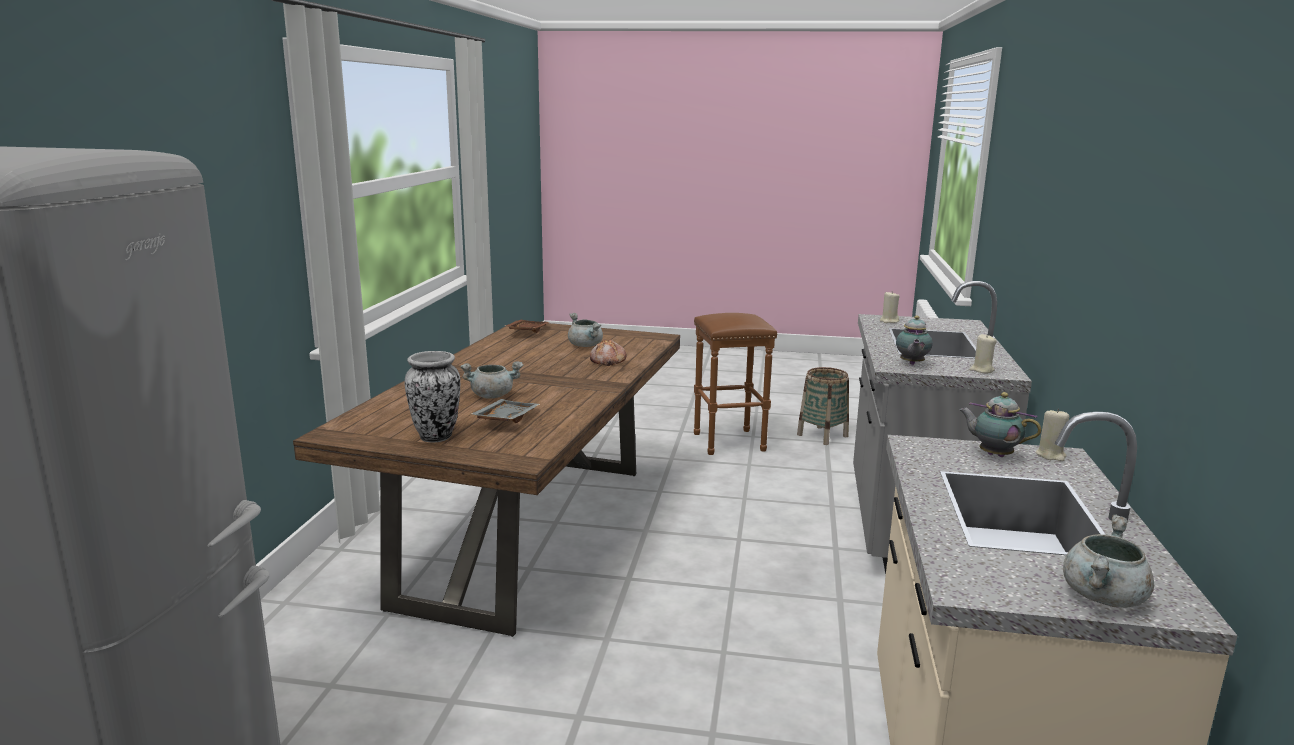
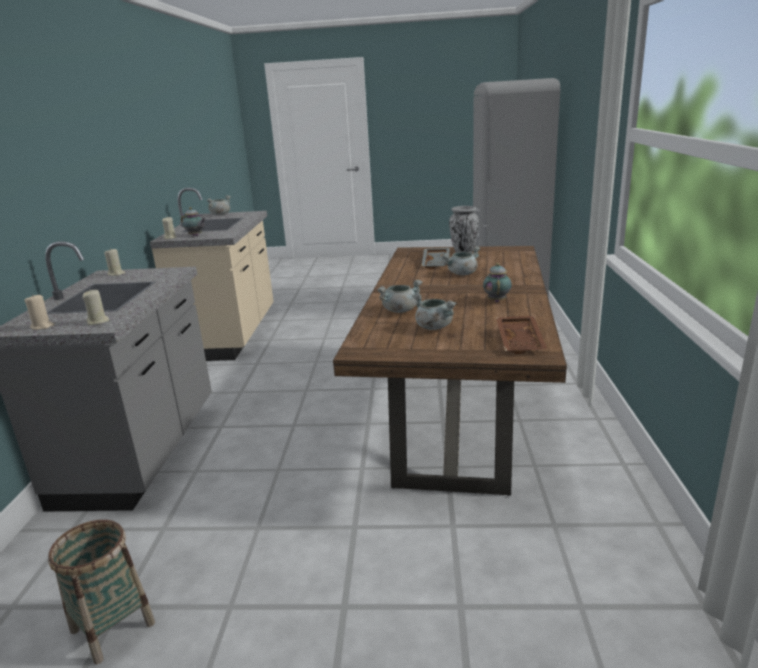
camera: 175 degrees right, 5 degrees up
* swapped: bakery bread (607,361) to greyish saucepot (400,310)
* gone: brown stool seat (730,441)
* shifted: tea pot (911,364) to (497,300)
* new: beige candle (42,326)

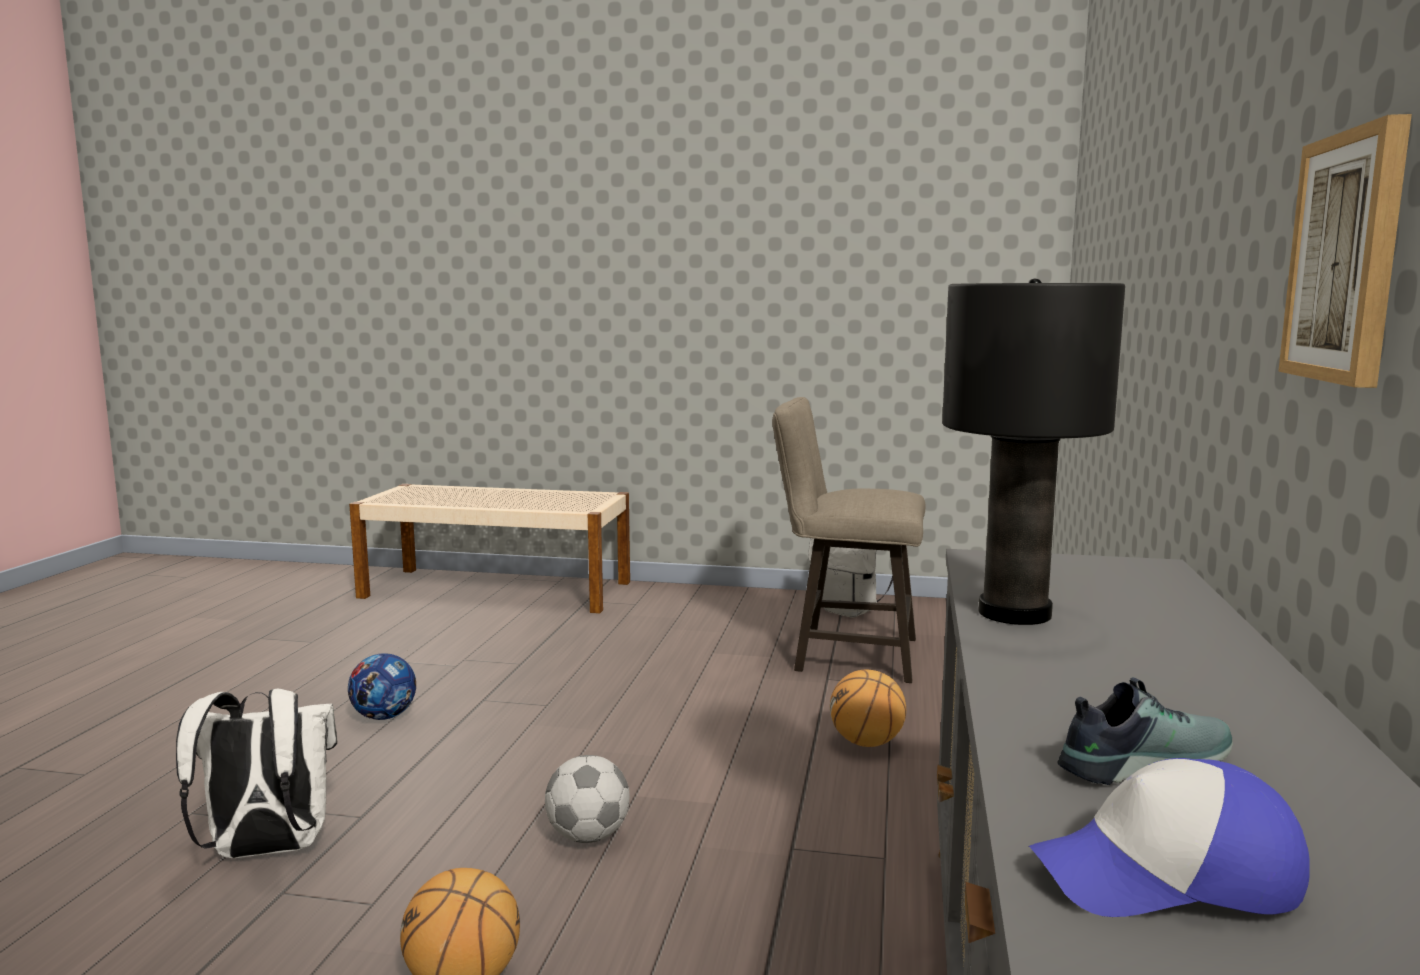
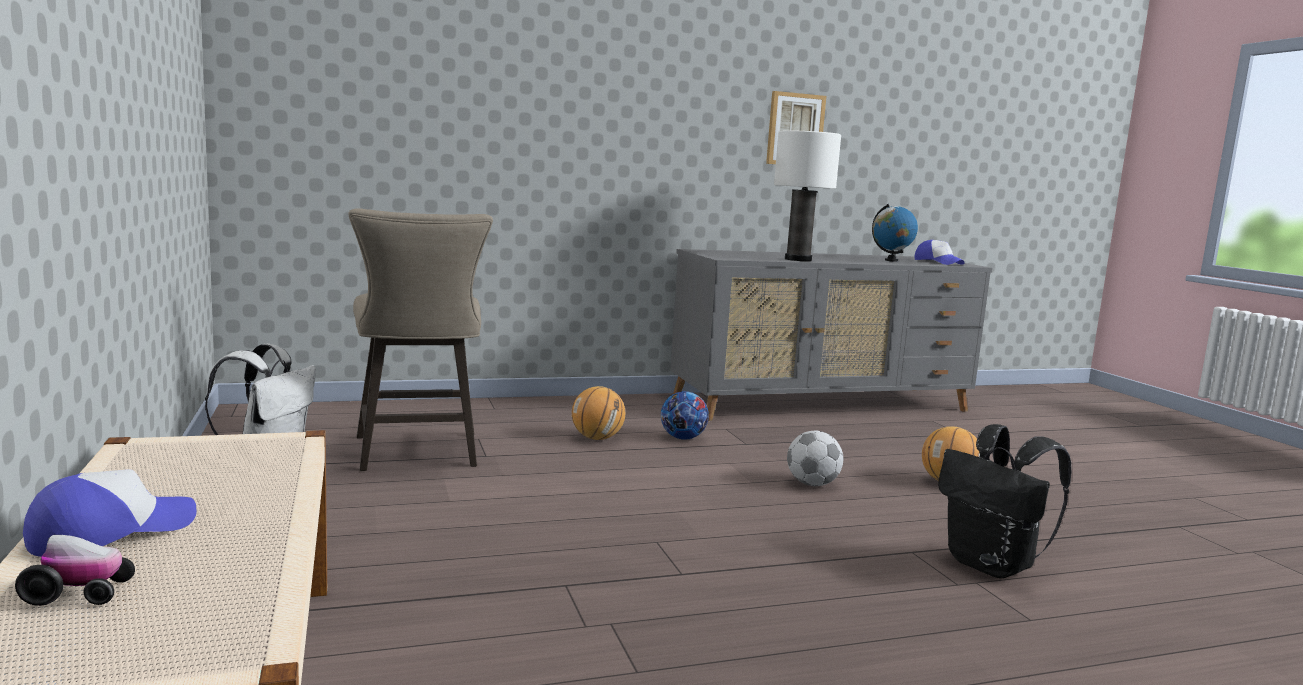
camera: 120 degrees left, 0 degrees up
* repainted: whitish backpack (266,851) to black backpack (992,566)
* shifted: ball for football (384,717) to (683,438)
* repainted: black lamp for a table (1015,613) to whitish lamp for a table (797,259)
* swapped: shoe (1140,760) to world globe (891,260)
* new: miniature car (79,593)
* new: cap (111,532)

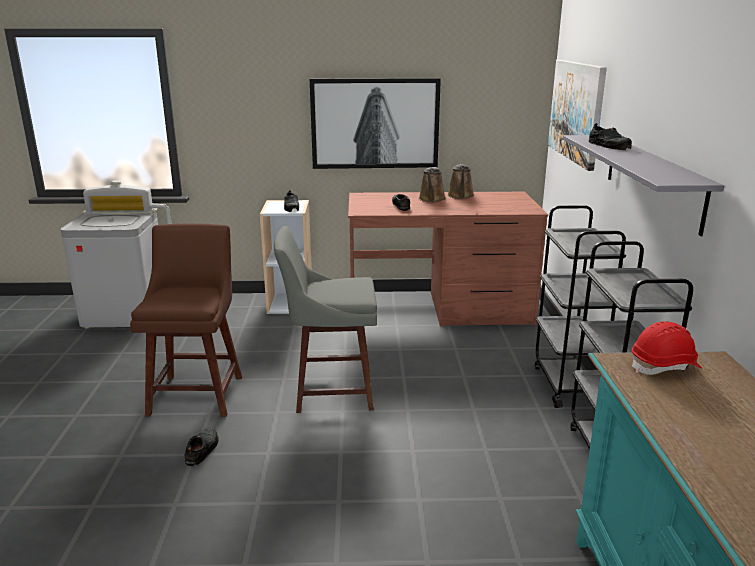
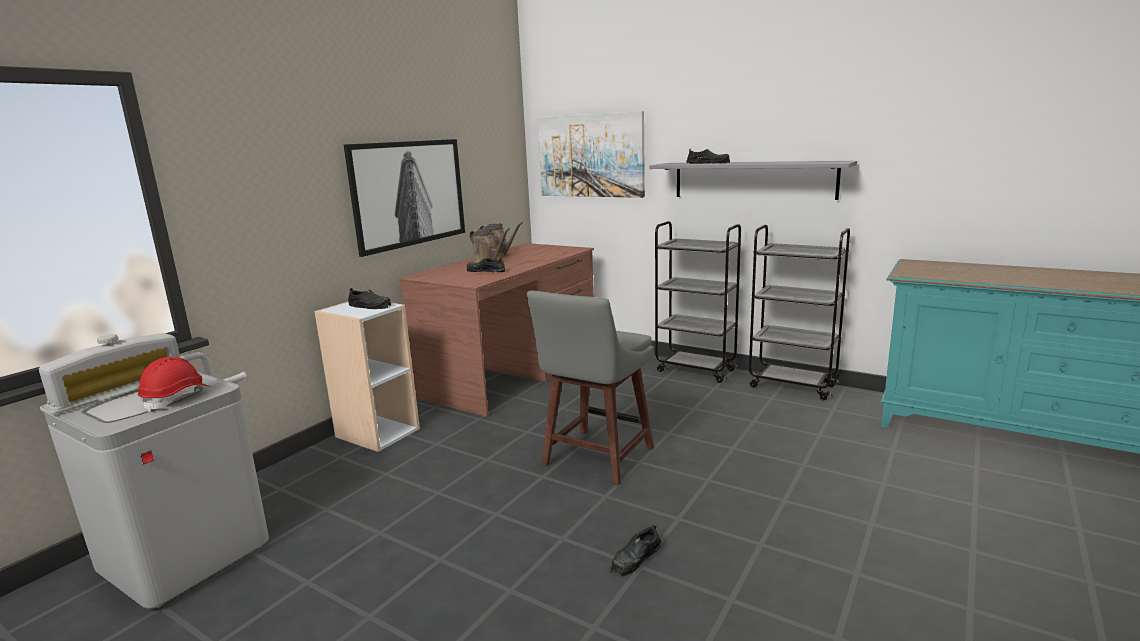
camera: 55 degrees left, 5 degrees down
* gone: brown stool seat (198,393)
* rotated: black shoe (202,449) = (635,558) 90 degrees counterclockwise
* shifted: red-coloured safety helmet (665,366) to (177,398)

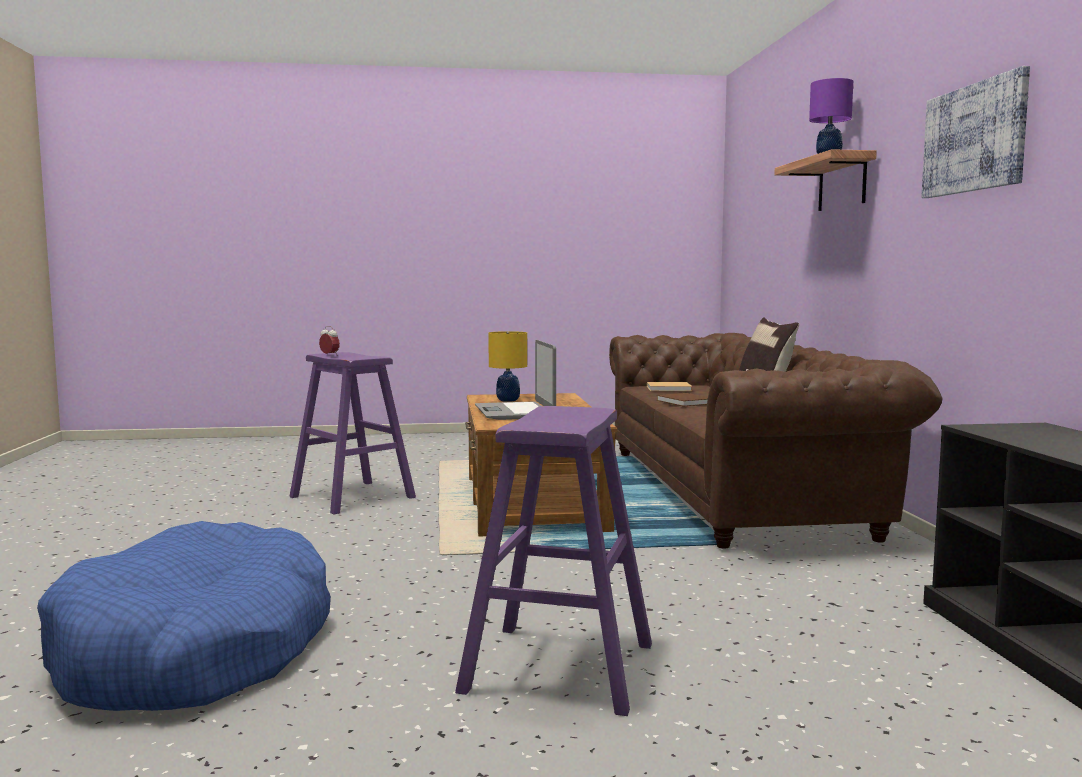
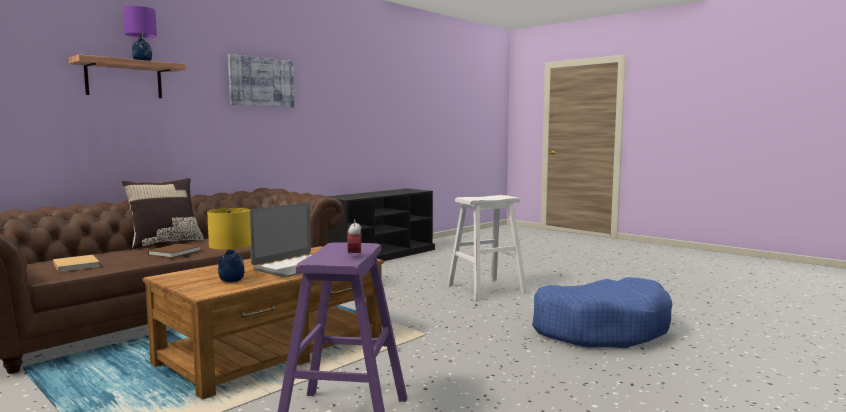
camera: 130 degrees left, 0 degrees up
* repainted: purple-coloured stool seat (559,667) to whitish stool seat (486,289)

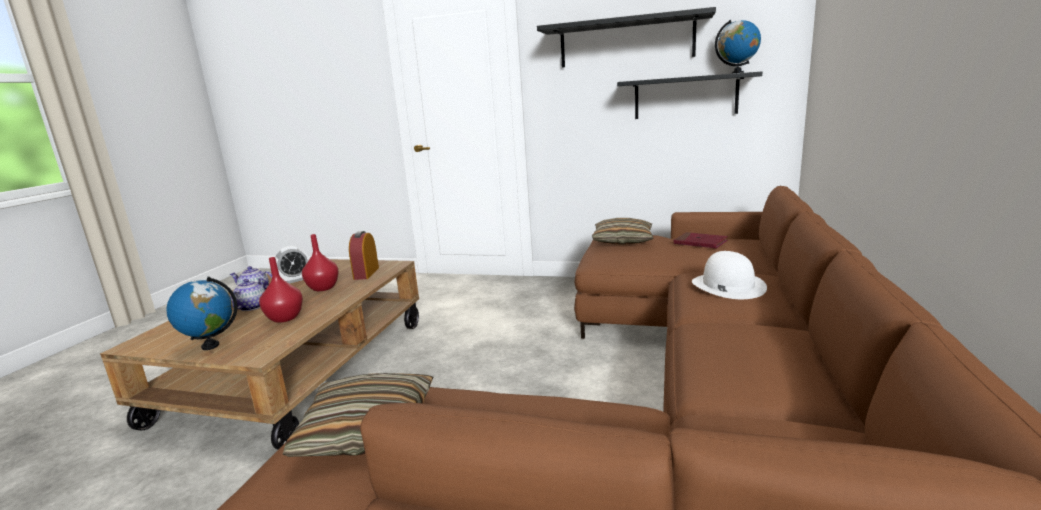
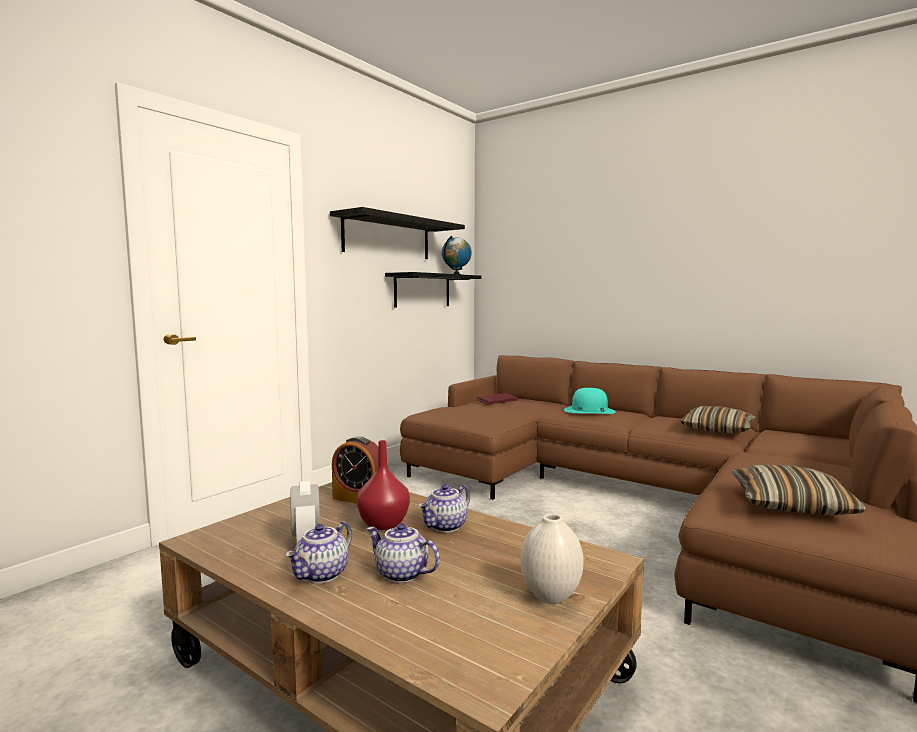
camera: 70 degrees left, 10 degrees down
* swapped: world globe (210,346) to whitish vase (550,597)
* gone: red-coloured vase (284,318)
* shifted: throw pillow (622,240) to (717,430)
* repainted: whitish wearable hat (727,285) to turquoise wearable hat (589,410)
* new: tea pot (446,527)

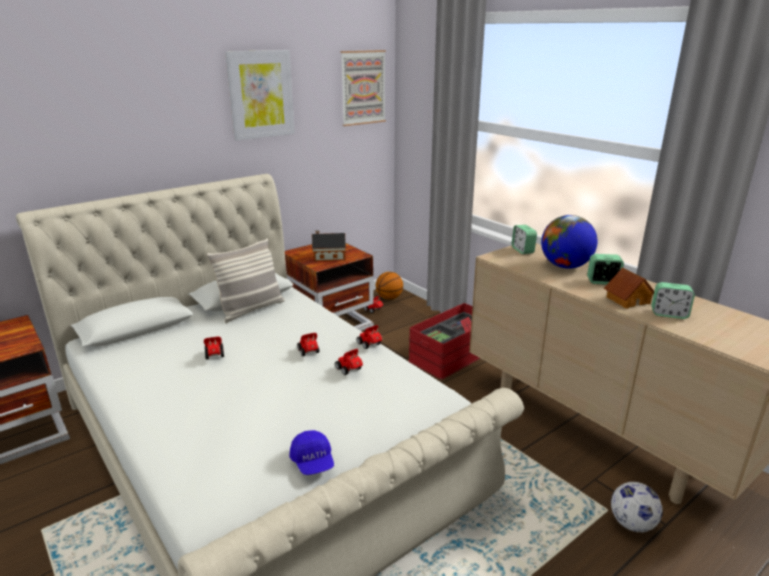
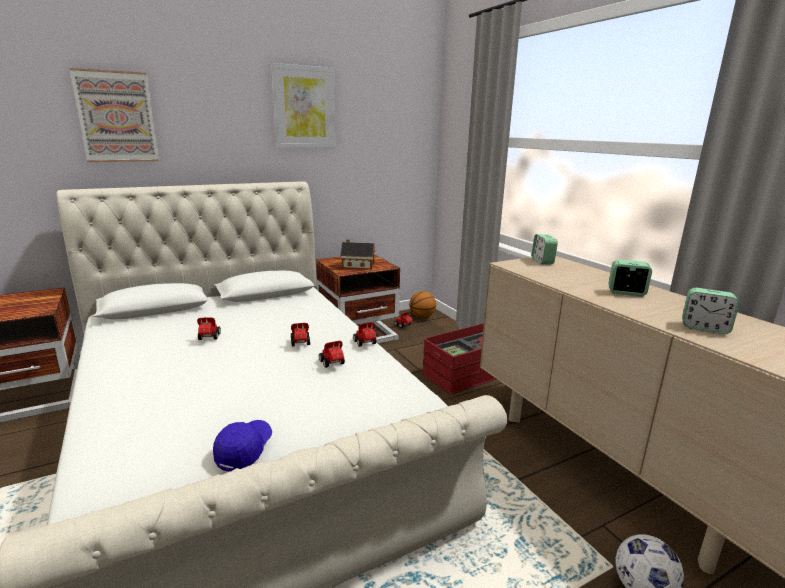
camera: 10 degrees right, 5 degrees down
* gone: throw pillow (251,309)
* rotated: blue-coloured cap (313,462) = (244,450) 150 degrees counterclockwise
* shifted: wall picture (363,87) to (117,117)
* gone: world globe (565,266)
* gone: miniature house (627,300)

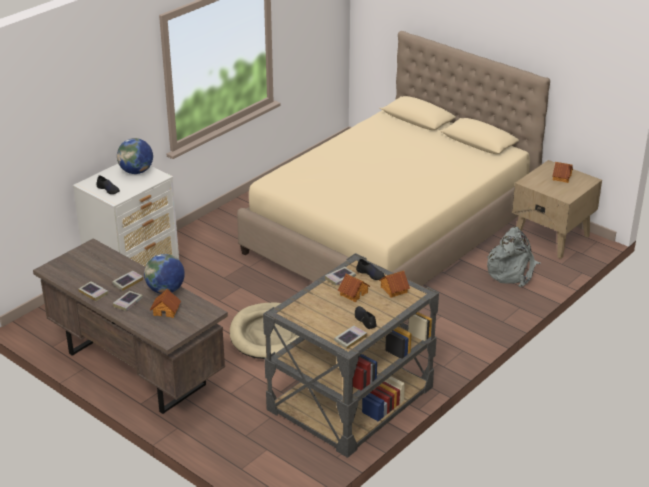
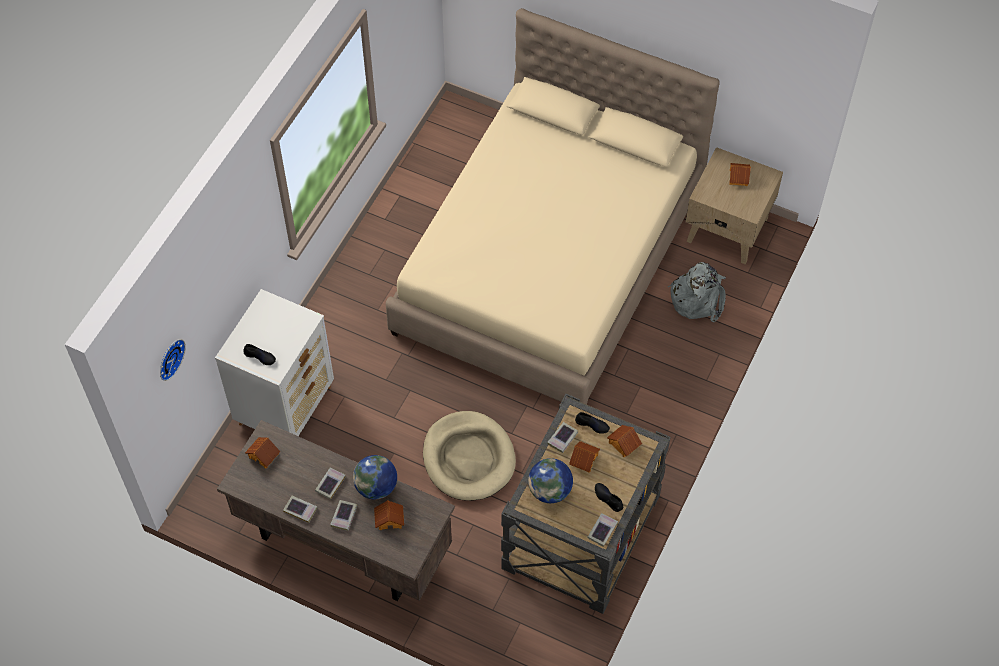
camera: 15 degrees left, 25 degrees up
* shifted: world globe (136,171) to (550,490)
* new: hanging clock (169,358)
* new: miniature house (264,455)

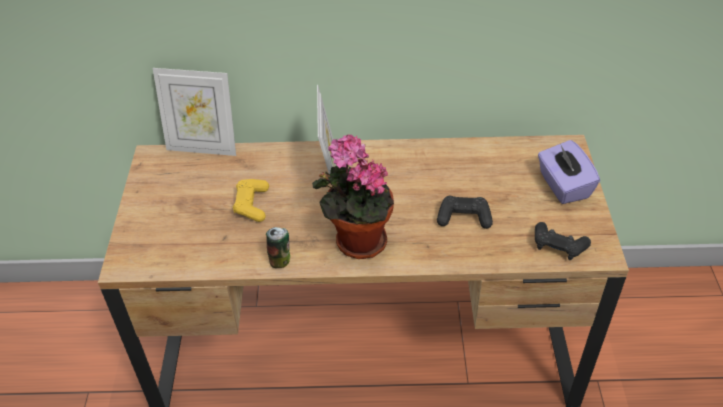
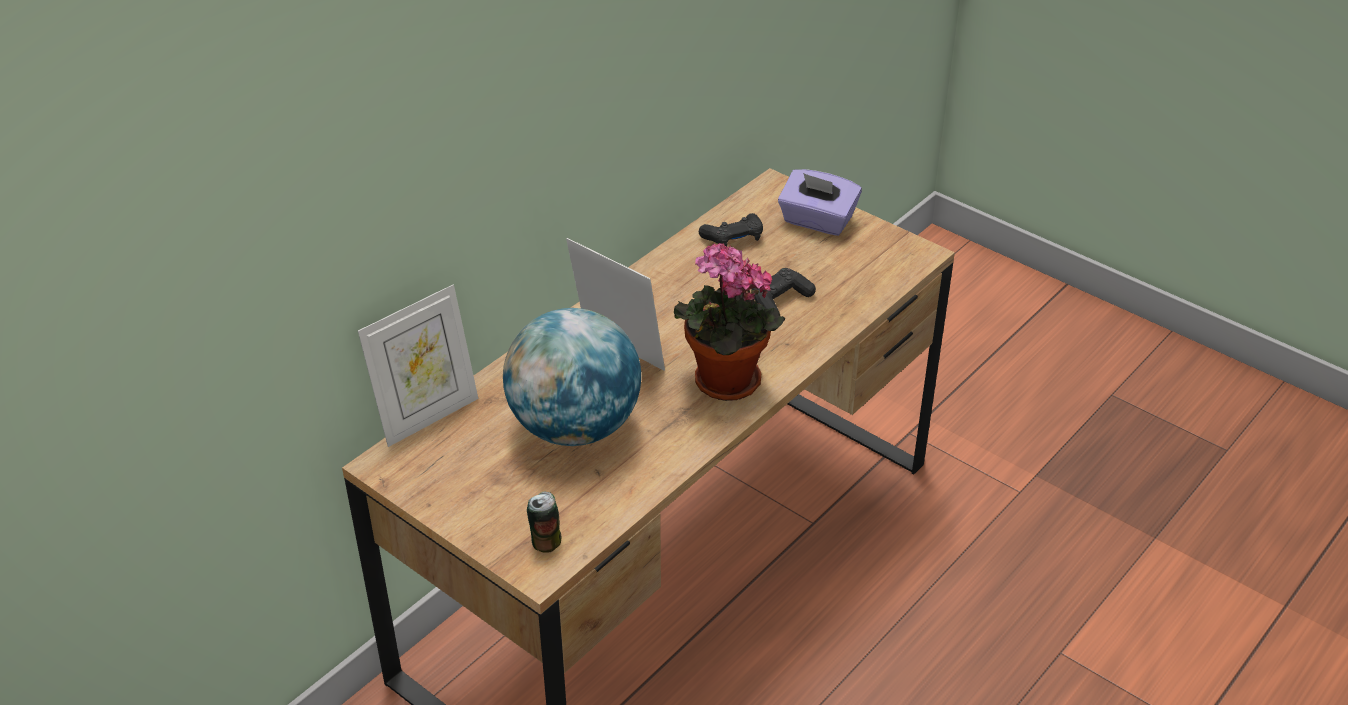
camera: 50 degrees left, 5 degrees down
* swapped: yellow game controller (252,205) to world globe (574,427)
* shifted: can (280,260) to (546,541)
* shifted: black game controller (558,246) to (733,238)

